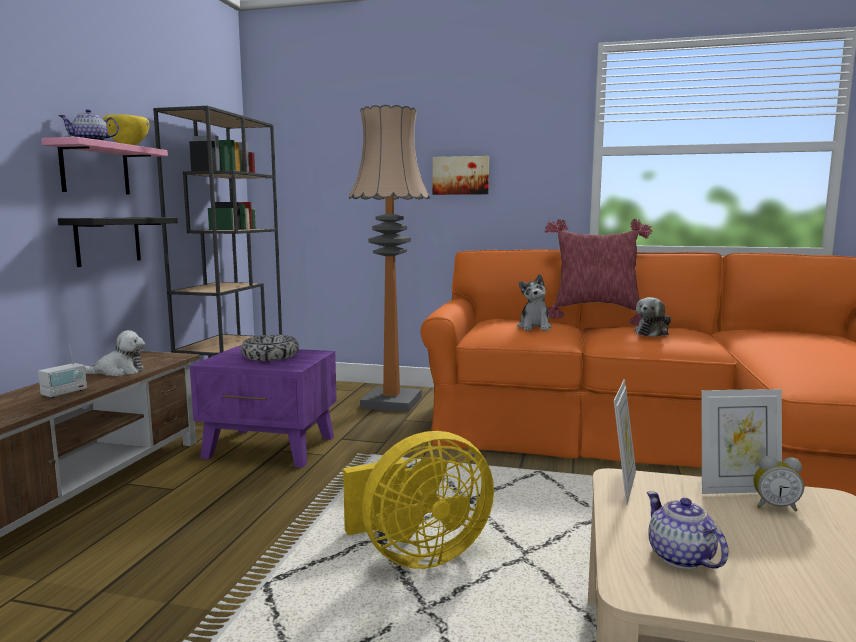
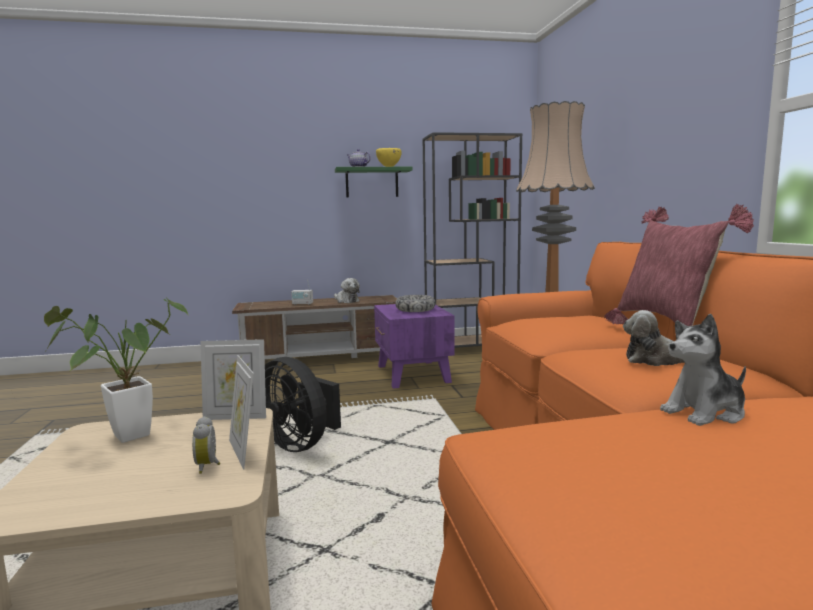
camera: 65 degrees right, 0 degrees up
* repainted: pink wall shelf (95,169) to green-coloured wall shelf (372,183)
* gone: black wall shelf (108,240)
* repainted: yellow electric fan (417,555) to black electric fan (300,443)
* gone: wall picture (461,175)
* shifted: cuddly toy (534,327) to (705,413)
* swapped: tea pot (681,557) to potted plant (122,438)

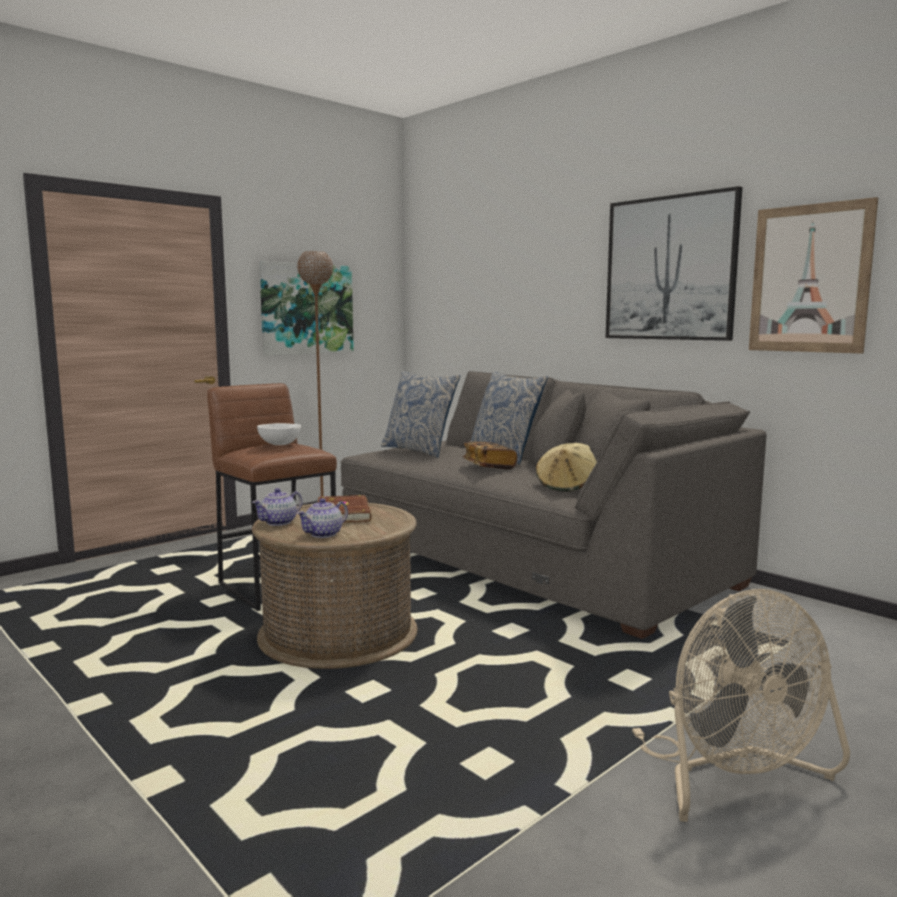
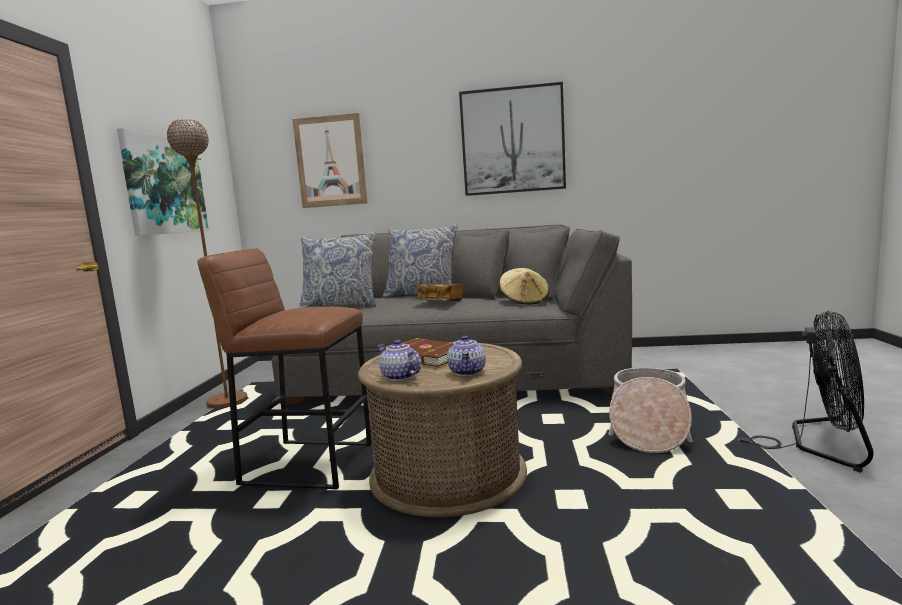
camera: 40 degrees left, 0 degrees up
* rotated: tea pot (279,522) = (400,376) 135 degrees clockwise
* gone: whitish bowl (279,444)
* repainted: beige electric fan (727,777) to black electric fan (817,441)
* shifted: wall picture (809,279) to (330,161)
* new: household basket (648,429)

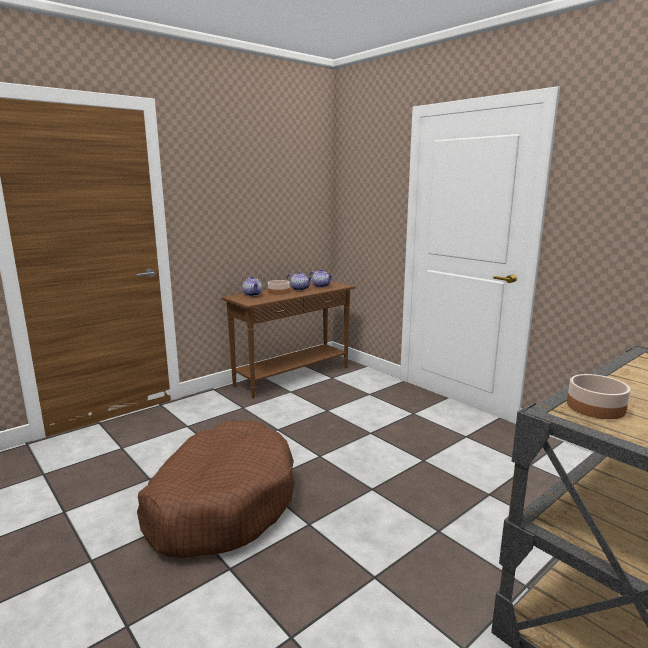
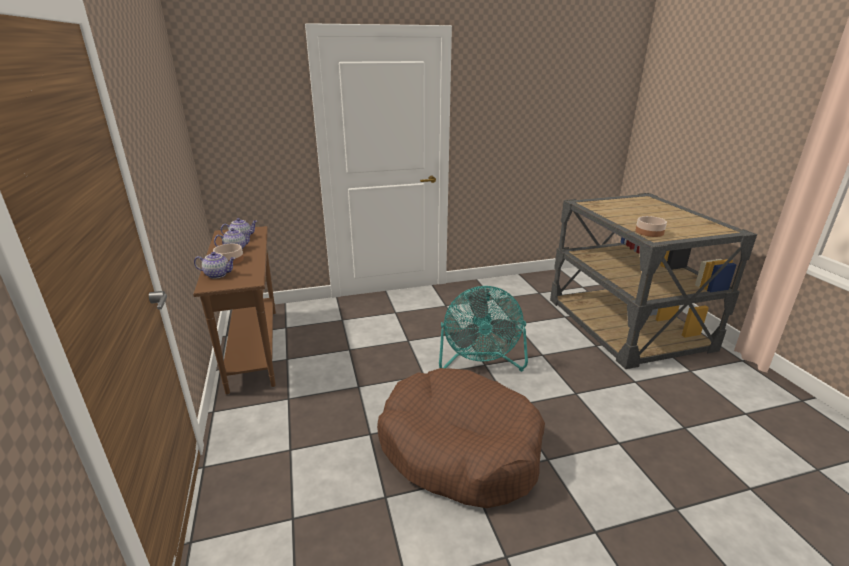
camera: 65 degrees left, 10 degrees up
* new: turquoise electric fan (476,361)

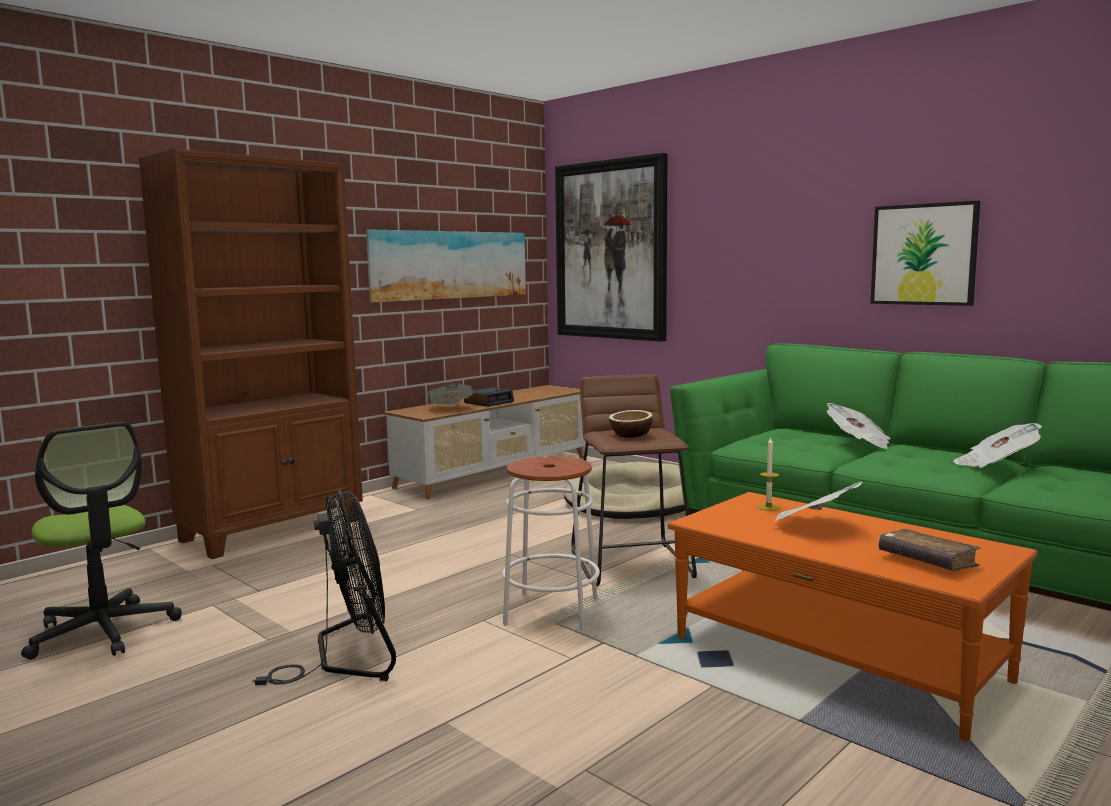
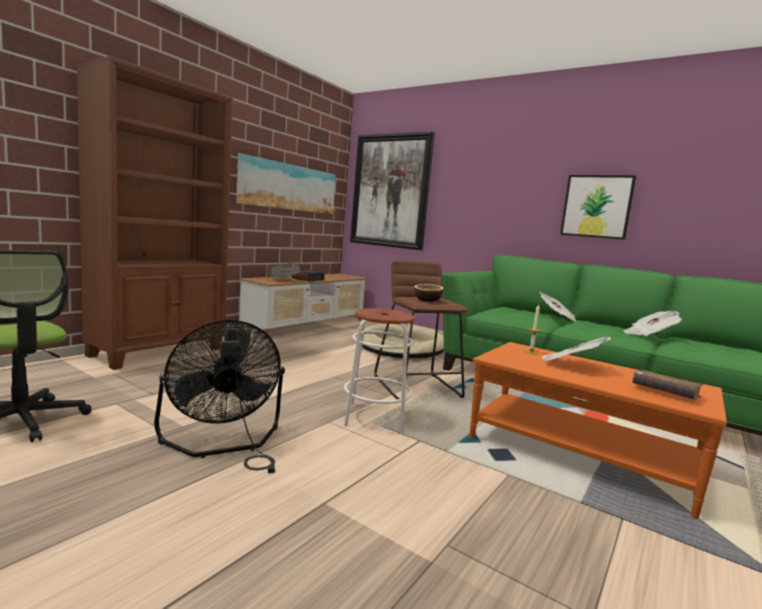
camera: 10 degrees left, 0 degrees up
* rotated: black electric fan (345,653) = (229,445) 90 degrees counterclockwise

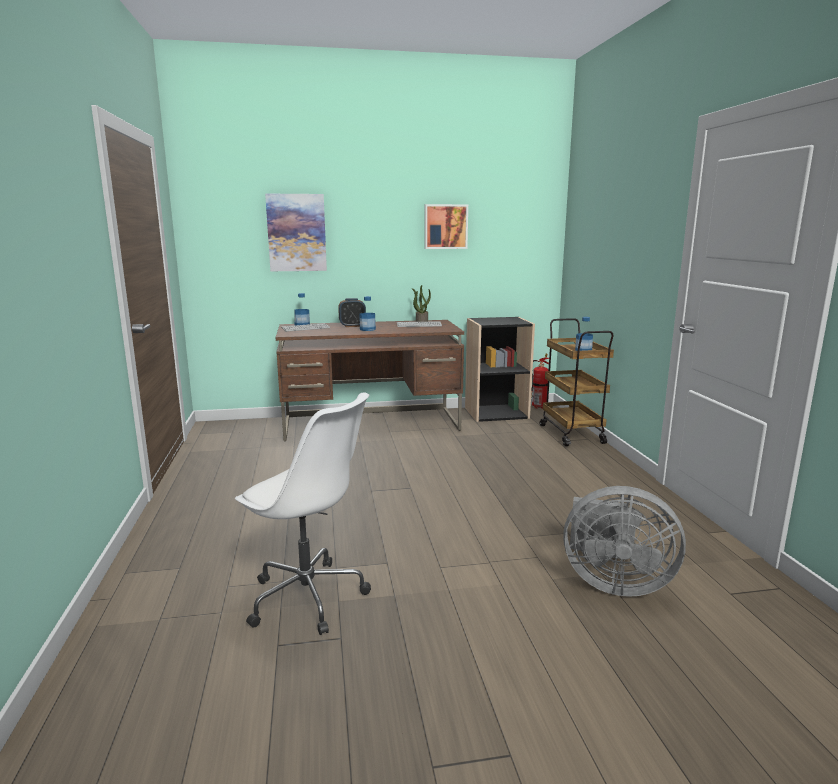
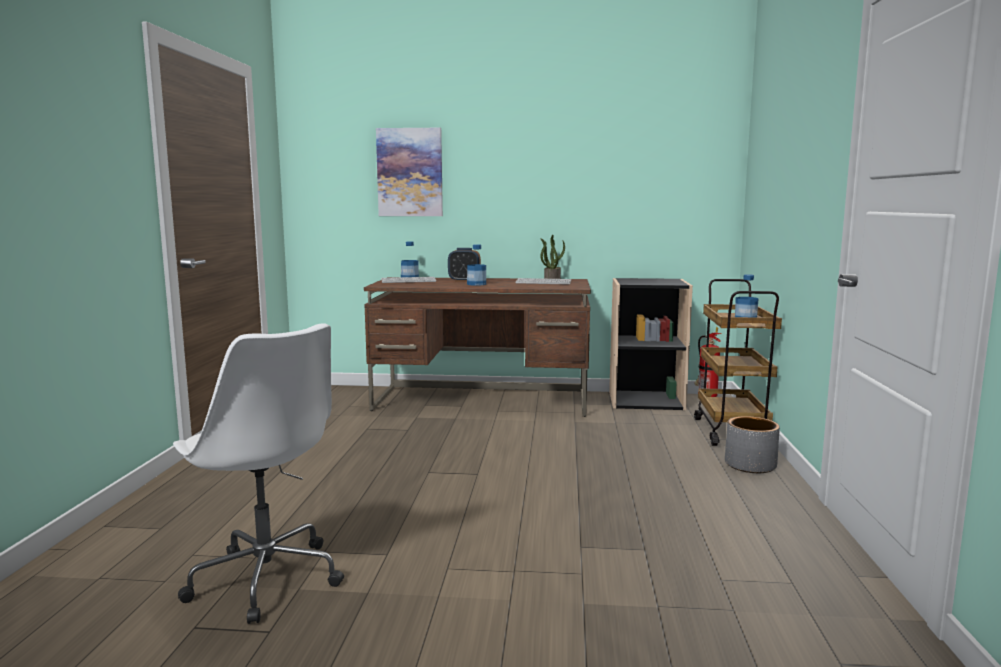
camera: 15 degrees right, 5 degrees down
* gone: wall picture (445,226)
* gone: greyish electric fan (612,582)
* new: greyish planter (749,465)

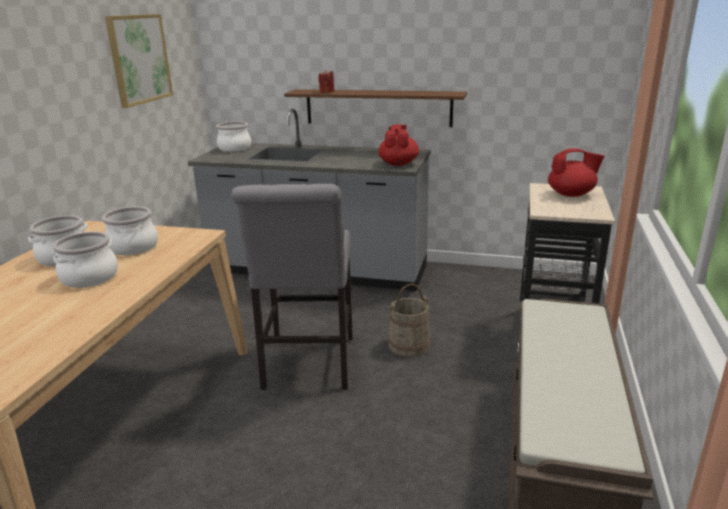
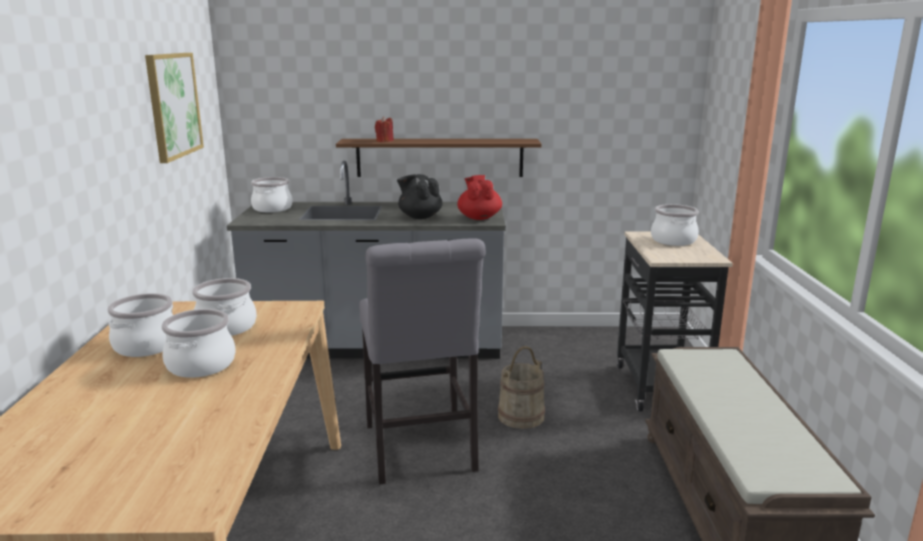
camera: 15 degrees left, 5 degrees down
* swapped: red-coloured tea pot (571,194) to saucepot (674,240)
* new: black tea pot (420,217)

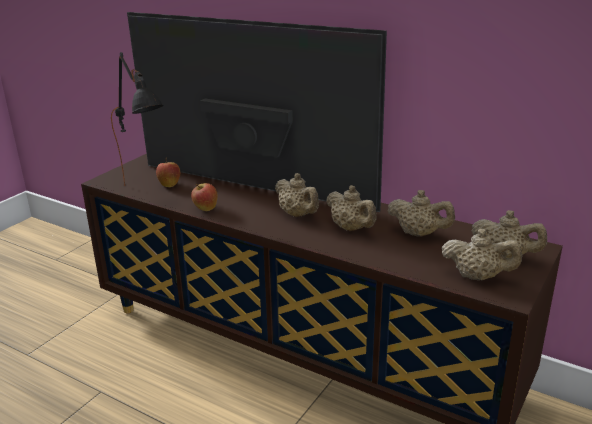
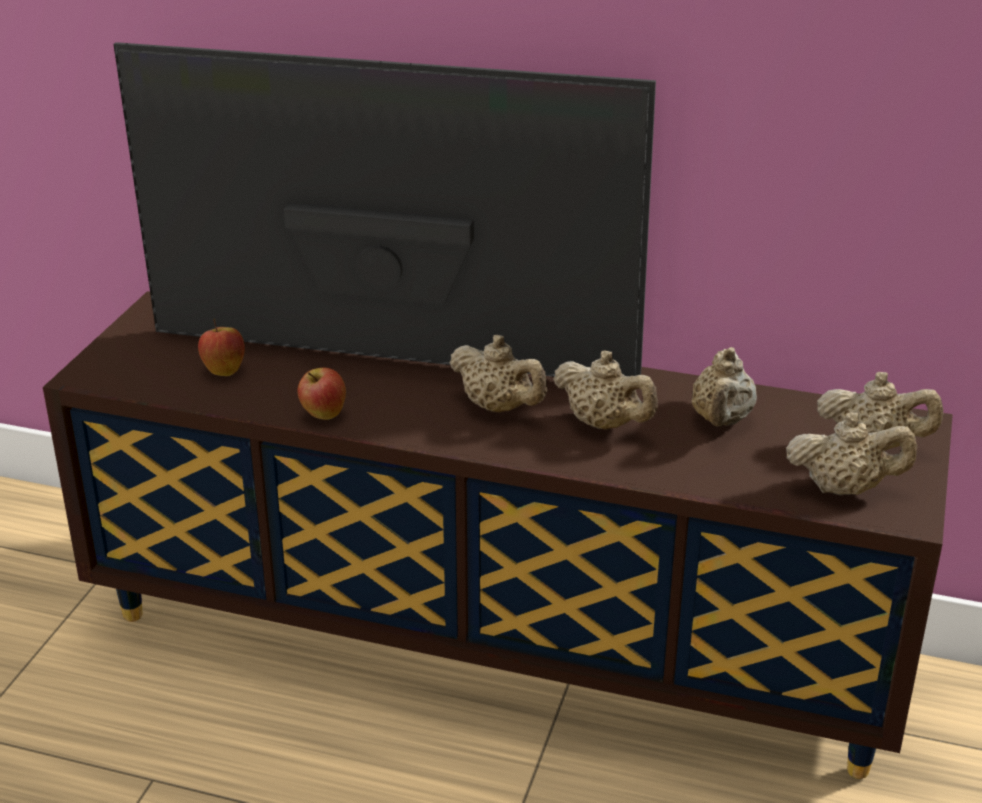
camera: 15 degrees left, 5 degrees up
* gone: black lamp for a table (146,193)
* rotated: beige tea pot (419,234) = (721,420) 90 degrees clockwise

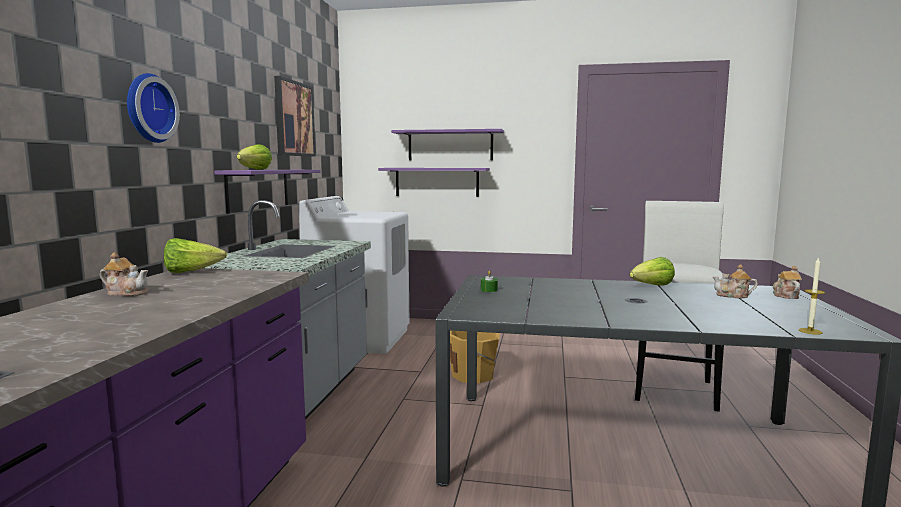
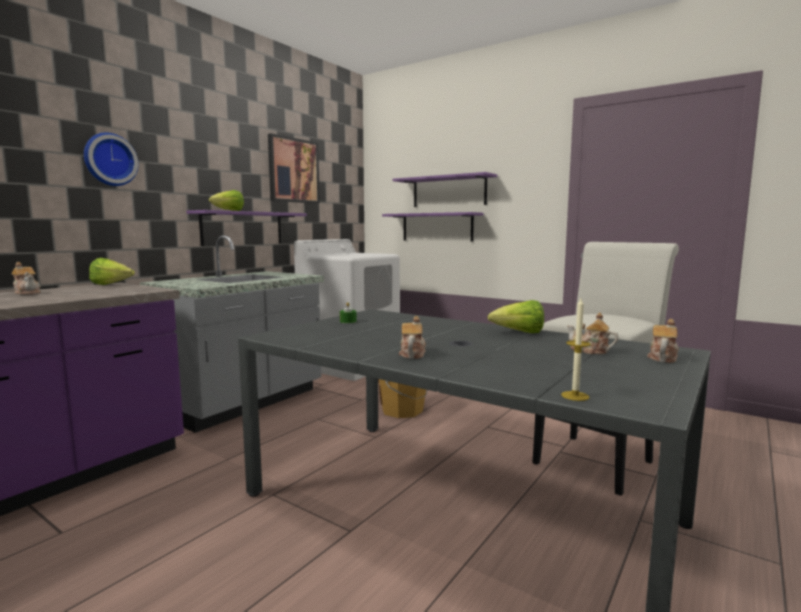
camera: 25 degrees right, 0 degrees up
* new: tea pot (412,354)

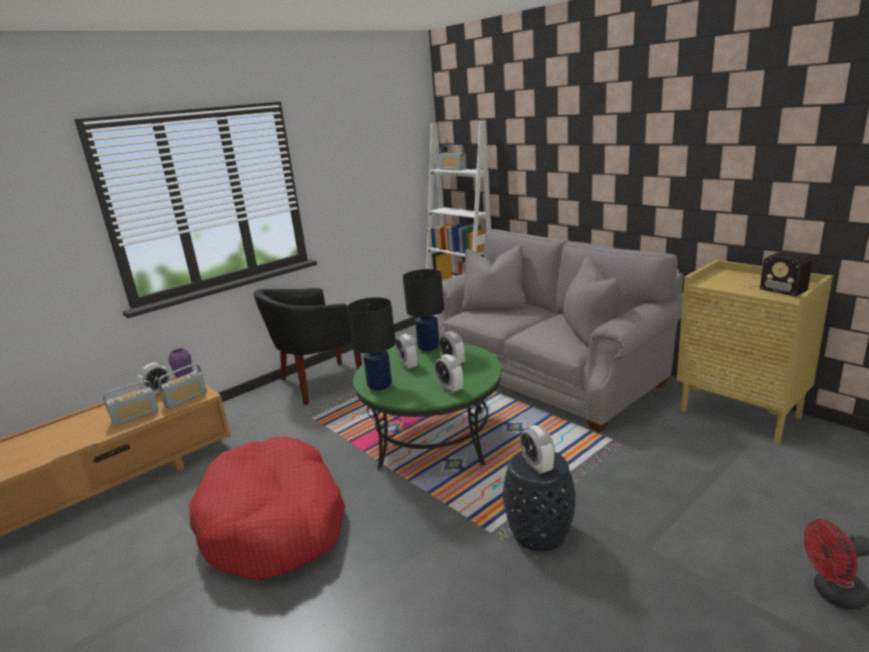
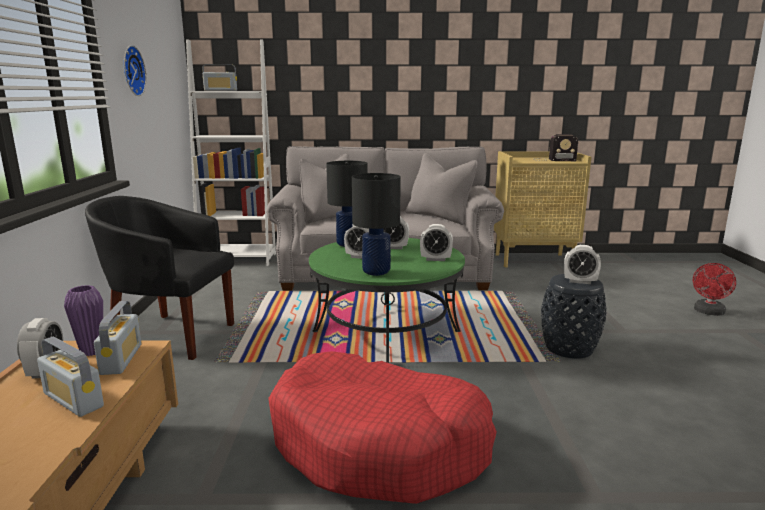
camera: 50 degrees left, 5 degrees down
* rotated: radio receiver (135,416) = (73,400) 120 degrees clockwise
* rotated: black easy chair (318,383) = (170,336) 90 degrees clockwise
* new: hanging clock (131,71)

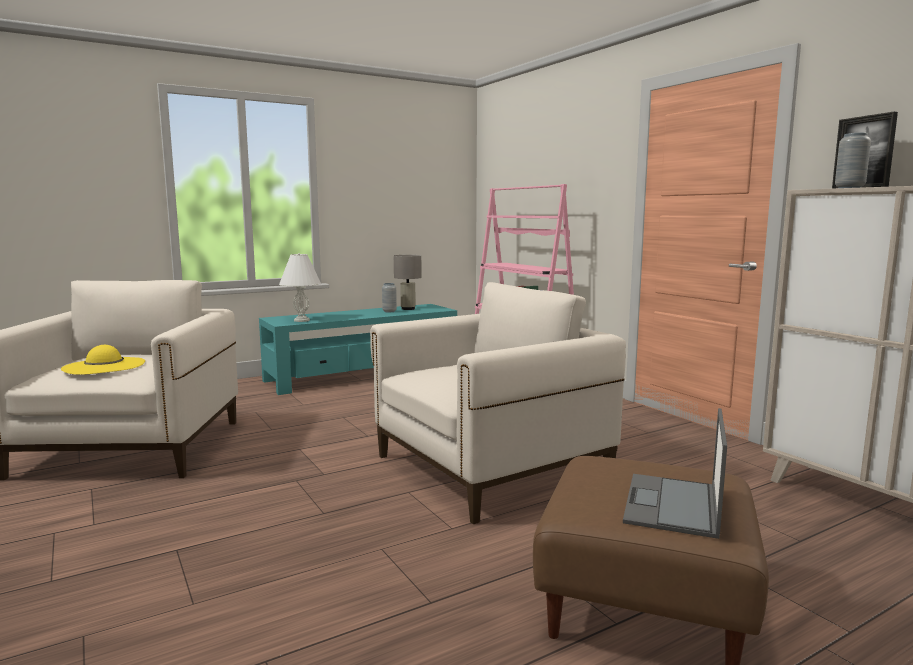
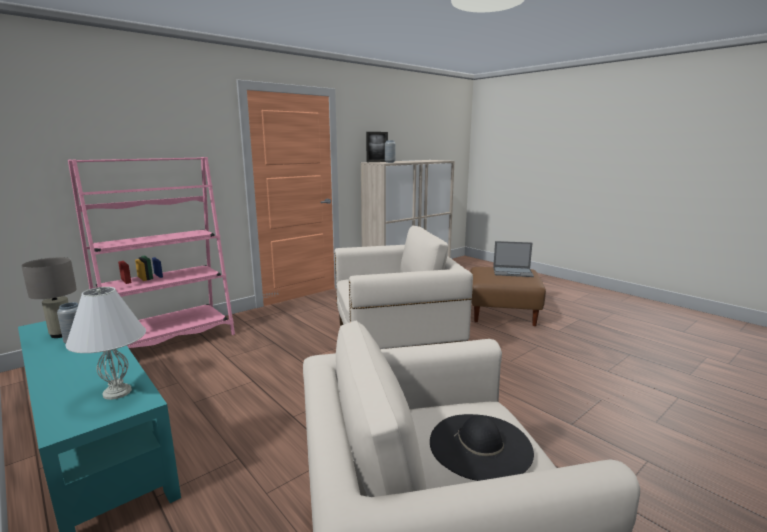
camera: 100 degrees left, 5 degrees up
* repainted: yellow wearable hat (104,366) to black wearable hat (480,445)
* rotated: beige easy chair (490,468) = (396,342) 120 degrees clockwise

